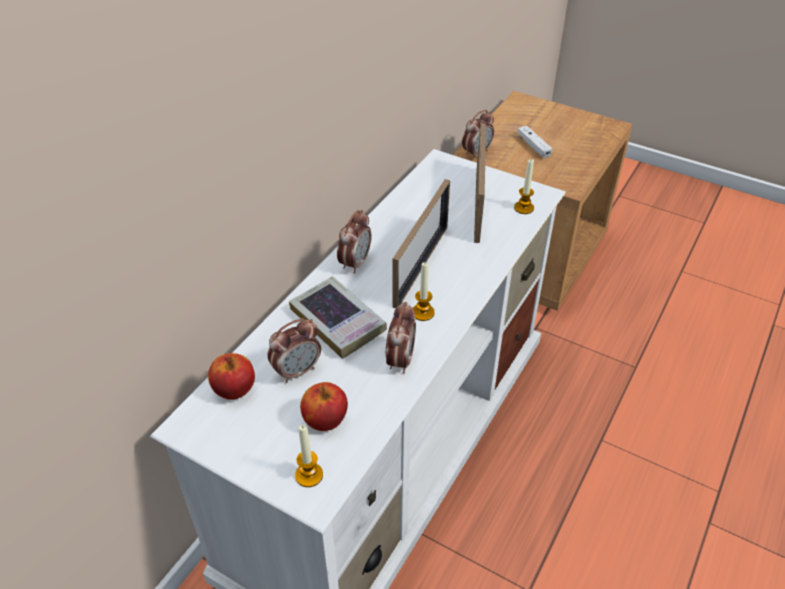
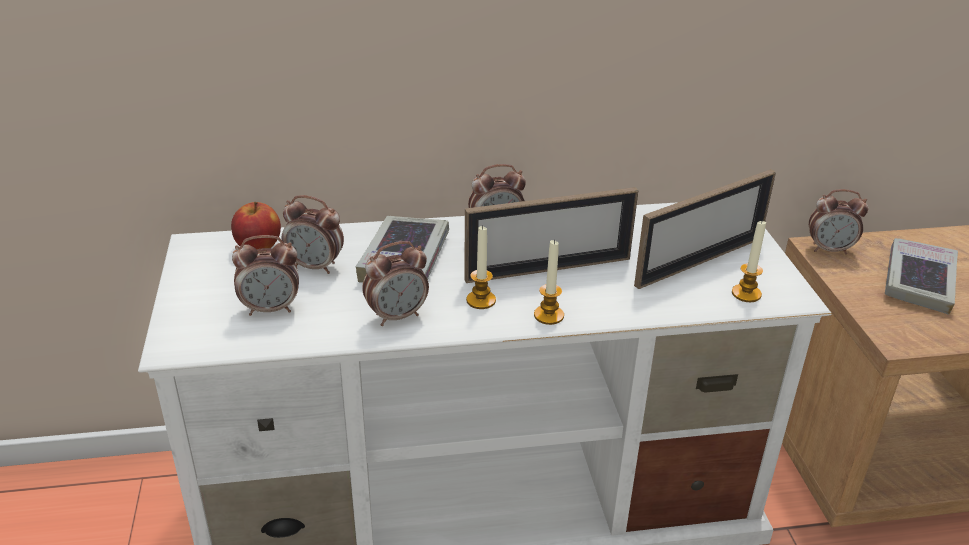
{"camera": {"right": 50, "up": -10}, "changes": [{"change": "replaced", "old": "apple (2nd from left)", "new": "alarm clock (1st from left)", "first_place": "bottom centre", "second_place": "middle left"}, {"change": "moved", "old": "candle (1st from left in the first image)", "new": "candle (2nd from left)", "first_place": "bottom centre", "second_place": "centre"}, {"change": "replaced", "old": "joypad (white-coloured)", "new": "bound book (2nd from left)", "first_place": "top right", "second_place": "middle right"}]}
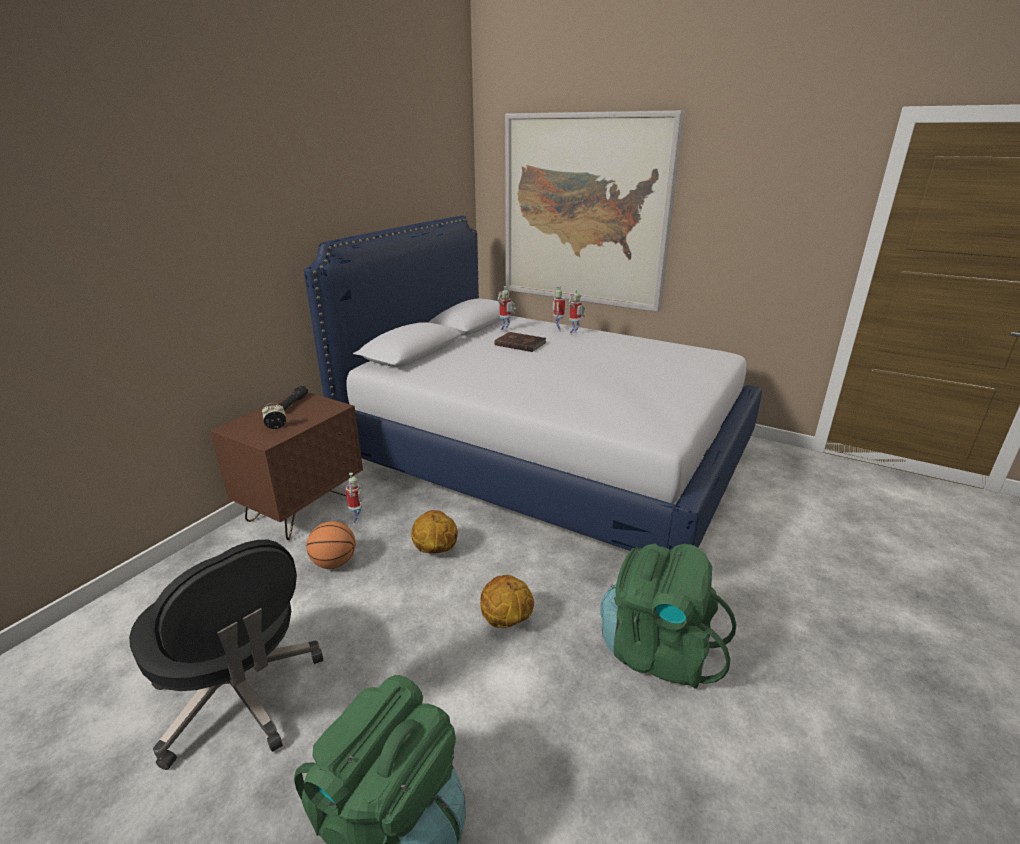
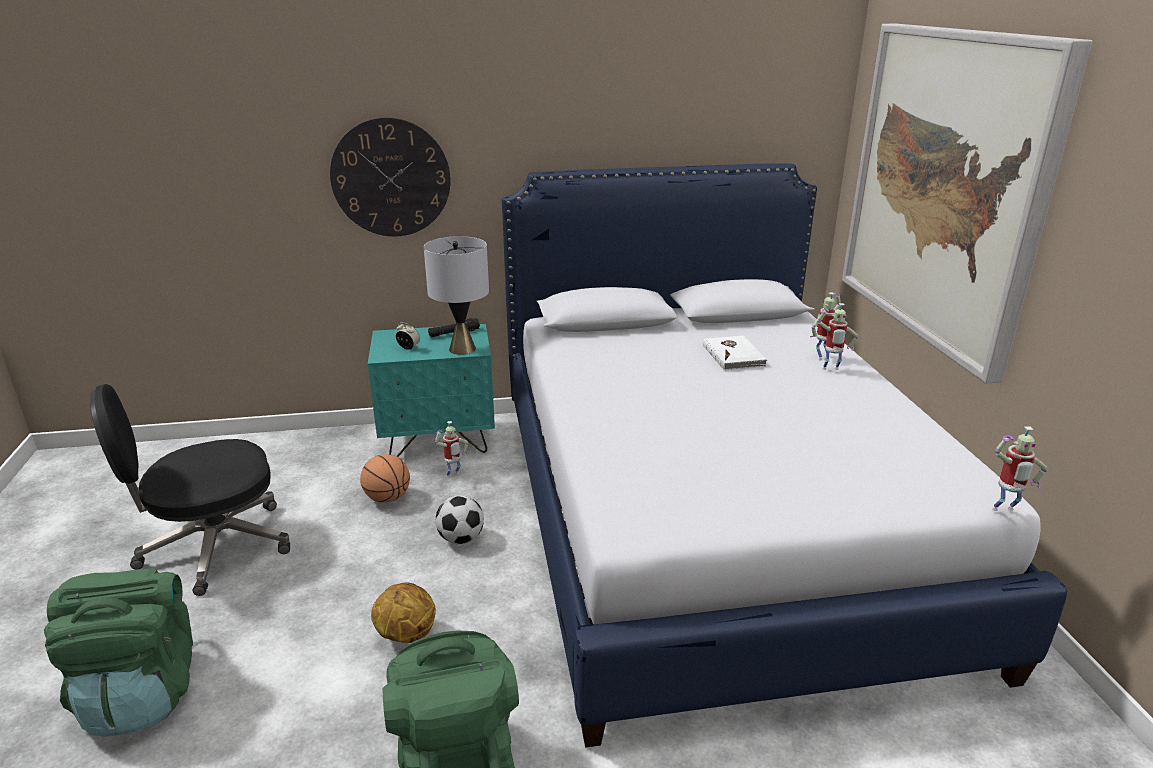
{"camera": {"right": 50, "up": 0}, "changes": [{"change": "turned", "old": "desk chair (black-coloured)", "first_place": "bottom left", "second_place": "middle left", "degrees": 60}, {"change": "added", "new": "wall clock", "second_place": "top centre"}, {"change": "recoloured", "old": "nightstand (brown)", "new": "nightstand (turquoise-coloured)", "first_place": "middle left", "second_place": "centre"}, {"change": "added", "new": "tabletop lamp (greyish)", "second_place": "centre"}, {"change": "replaced", "old": "ball for basketball (2nd from left)", "new": "ball for football", "first_place": "centre", "second_place": "bottom centre"}, {"change": "recoloured", "old": "bound book (brown)", "new": "bound book (white-coloured)", "first_place": "centre", "second_place": "centre"}, {"change": "moved", "old": "model robot (2nd from left in the first image)", "new": "model robot (4th from left)", "first_place": "centre", "second_place": "middle right"}]}
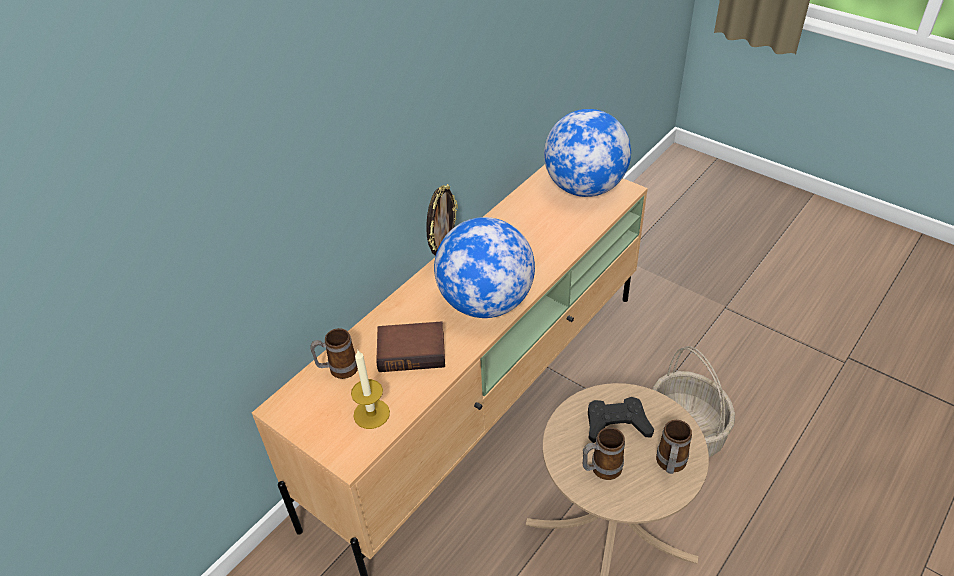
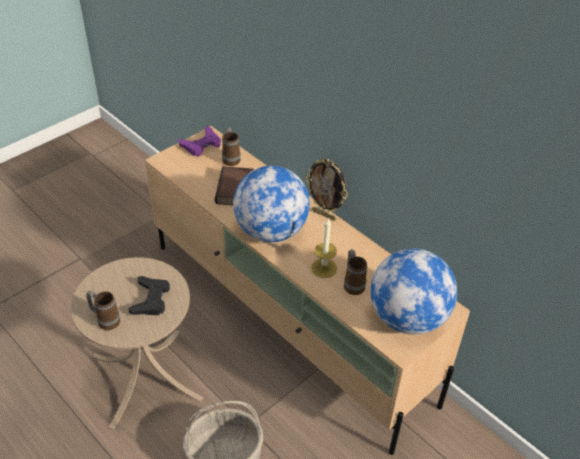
{"camera": {"right": 95, "up": 0}, "changes": [{"change": "added", "new": "joypad (purple-coloured)", "second_place": "top centre"}, {"change": "moved", "old": "candle", "first_place": "bottom centre", "second_place": "centre"}, {"change": "moved", "old": "tea mug (2nd from left in the first image)", "new": "tea mug (3rd from left)", "first_place": "bottom centre", "second_place": "centre"}]}
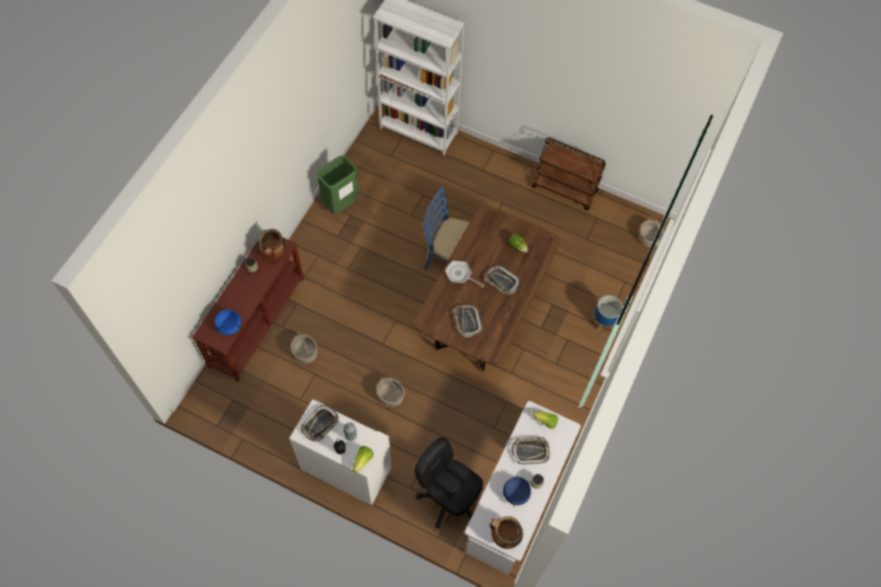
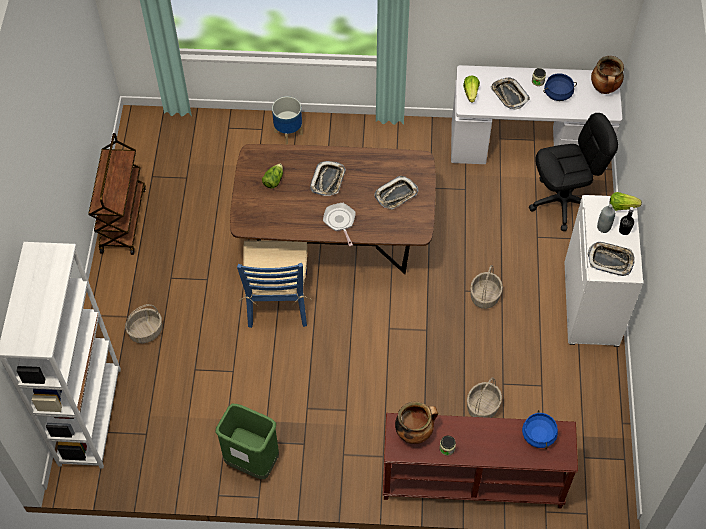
{"camera": {"right": -110, "up": -5}, "changes": [{"change": "moved", "old": "basket (3rd from left in the first image)", "new": "basket (1st from left)", "first_place": "middle right", "second_place": "middle left"}, {"change": "turned", "old": "pan", "first_place": "centre", "second_place": "centre", "degrees": 150}, {"change": "turned", "old": "desk chair (black-coloured)", "first_place": "bottom centre", "second_place": "top right", "degrees": -120}]}
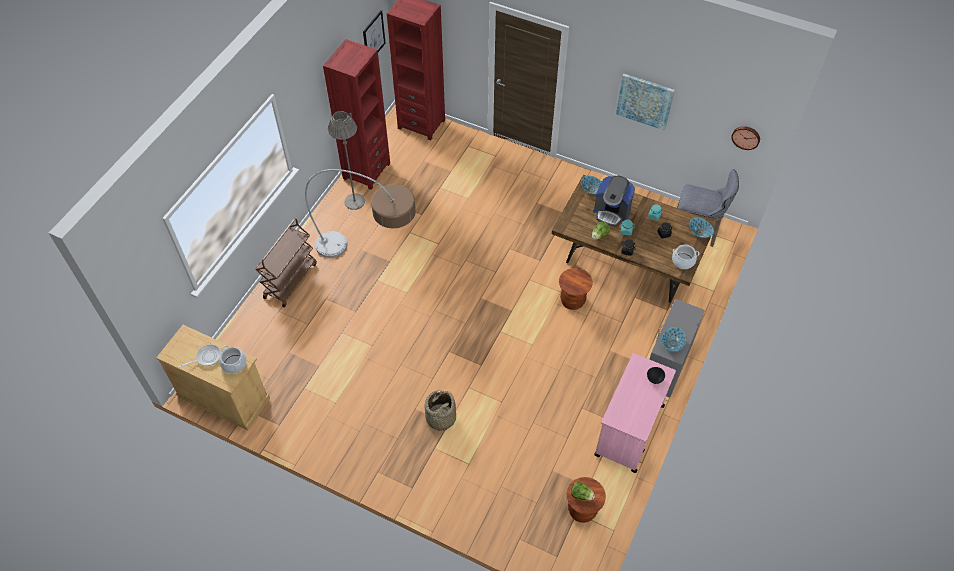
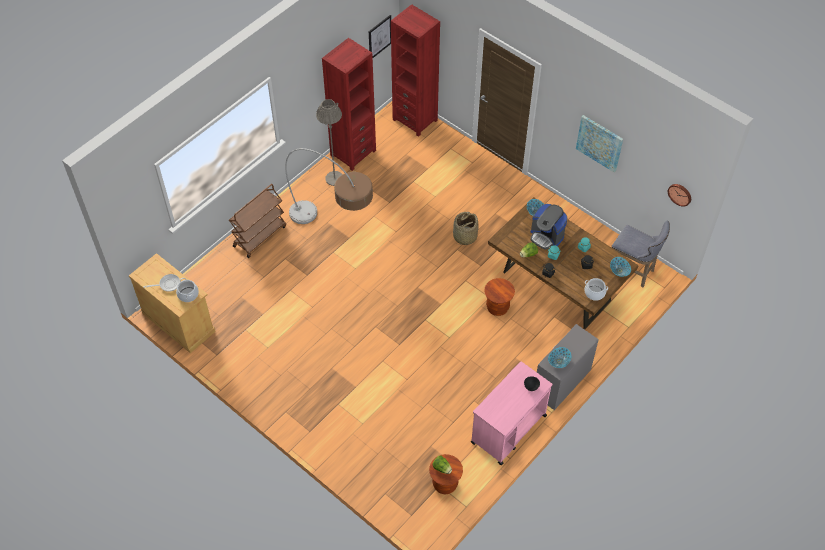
{"camera": {"right": 15, "up": 0}, "changes": [{"change": "moved", "old": "basket", "first_place": "bottom centre", "second_place": "centre"}]}
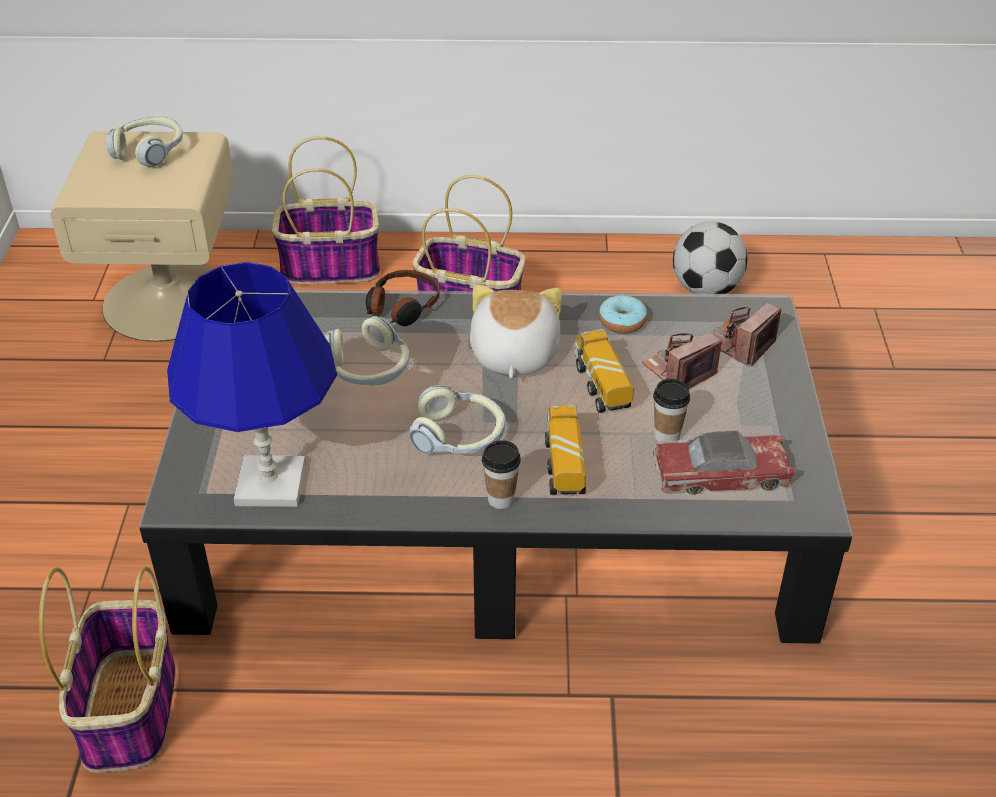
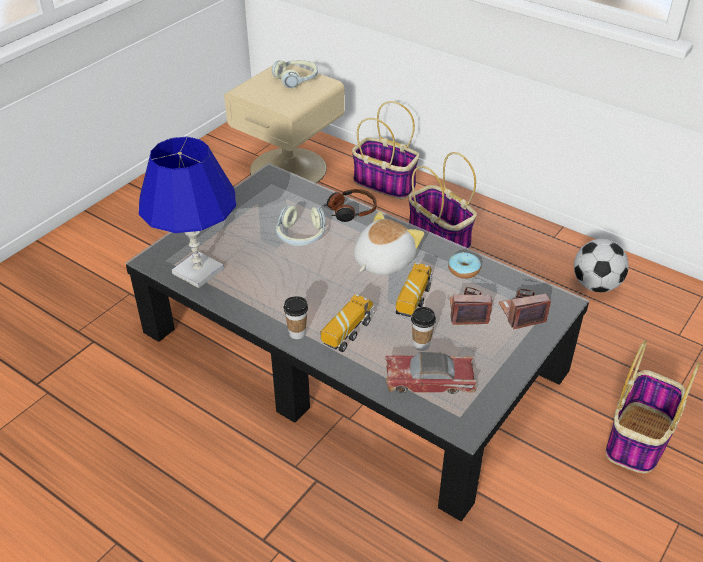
{"camera": {"right": 35, "up": 0}, "changes": [{"change": "turned", "old": "miniature car", "first_place": "middle right", "second_place": "centre", "degrees": 150}, {"change": "moved", "old": "basket (1st from left in the first image)", "new": "basket (3rd from left)", "first_place": "bottom left", "second_place": "bottom right"}, {"change": "removed", "old": "headset (4th from left)", "first_place": "centre"}]}
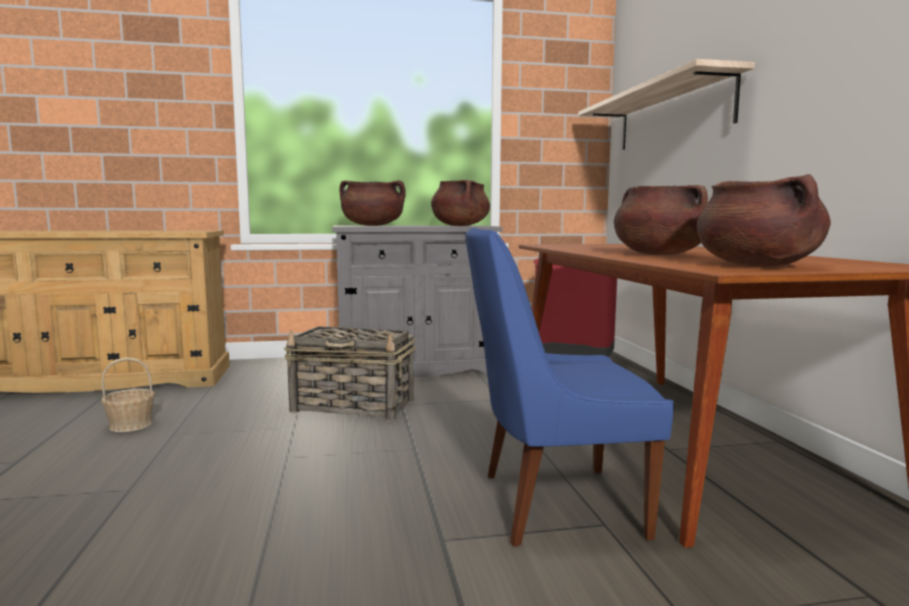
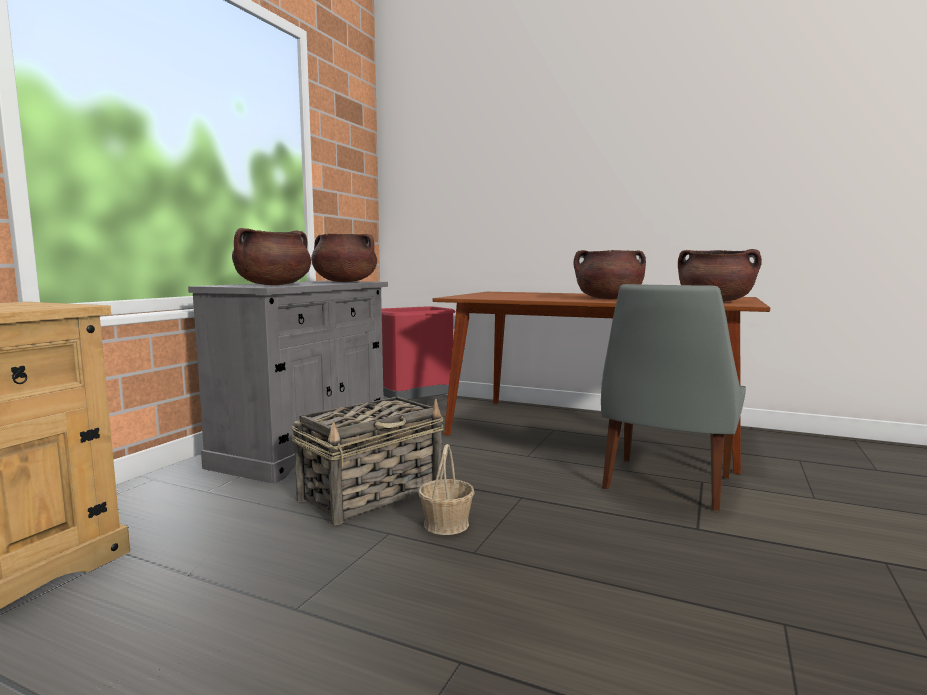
{"camera": {"right": -55, "up": 0}, "changes": [{"change": "moved", "old": "basket (1st from left in the first image)", "new": "basket (2nd from left)", "first_place": "middle left", "second_place": "bottom centre"}, {"change": "recoloured", "old": "upright chair (blue-coloured)", "new": "upright chair (greyish)", "first_place": "centre", "second_place": "middle right"}, {"change": "removed", "old": "shelf", "first_place": "top right"}]}
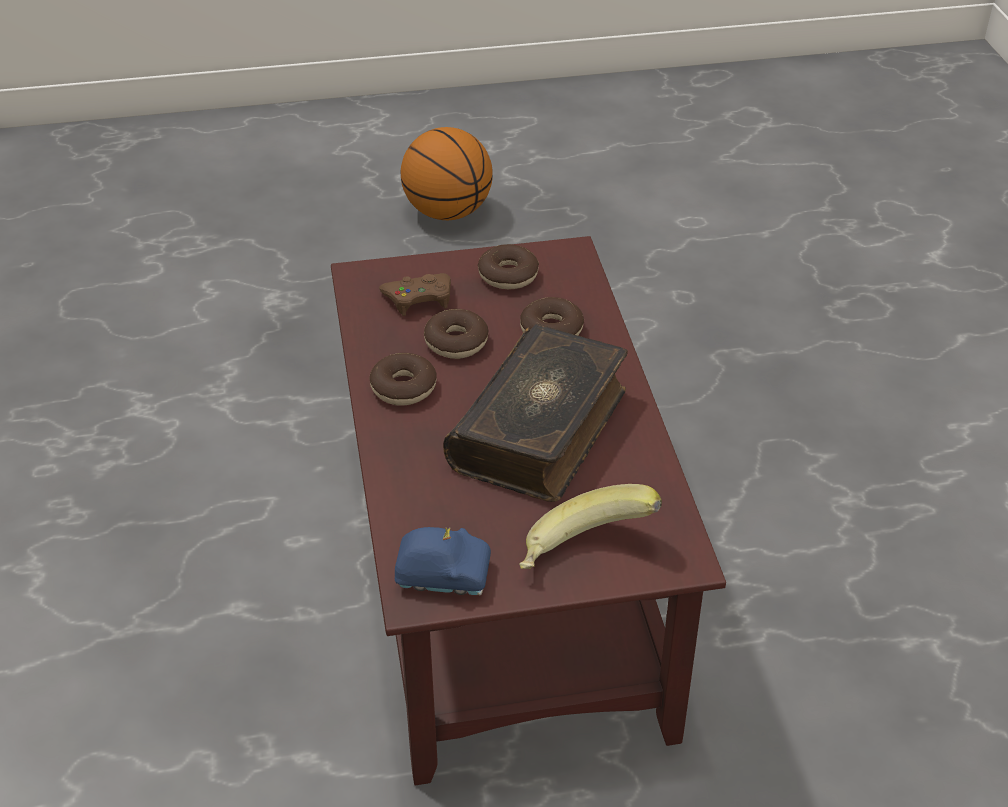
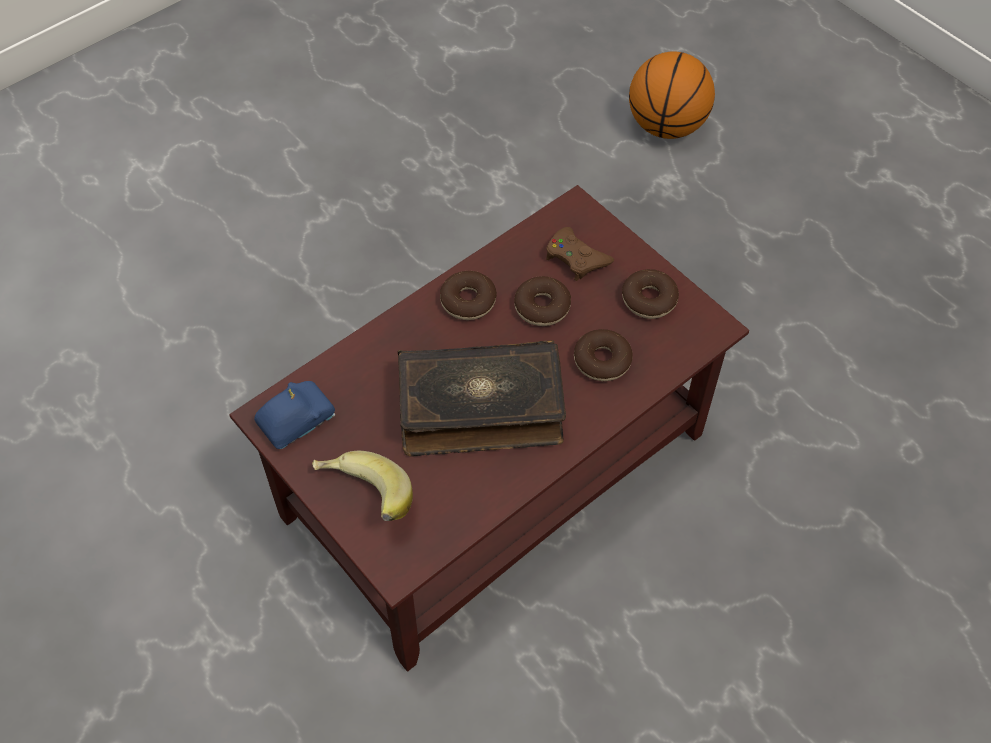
{"camera": {"right": 60, "up": 15}, "changes": [{"change": "turned", "old": "miniature car (blue-coloured)", "first_place": "bottom centre", "second_place": "middle left", "degrees": -105}, {"change": "moved", "old": "ball for basketball", "first_place": "top centre", "second_place": "top right"}]}
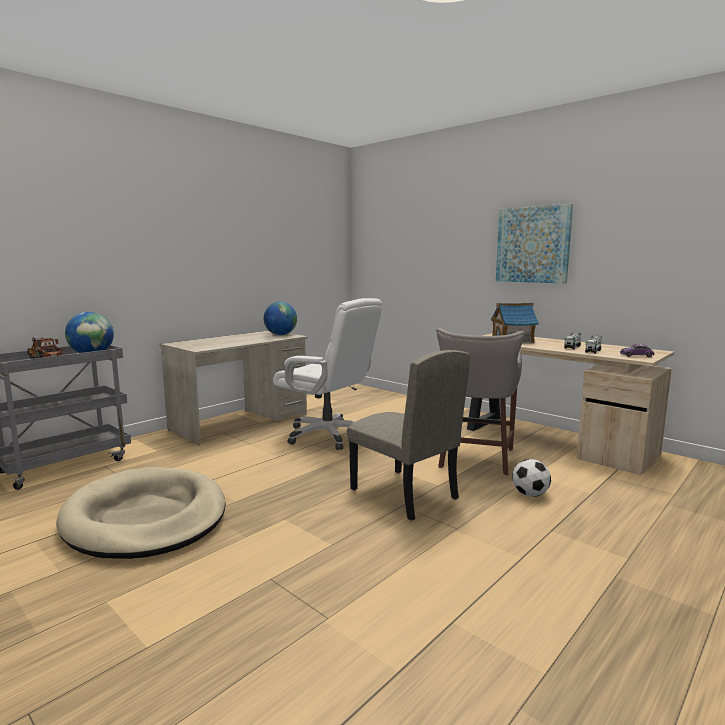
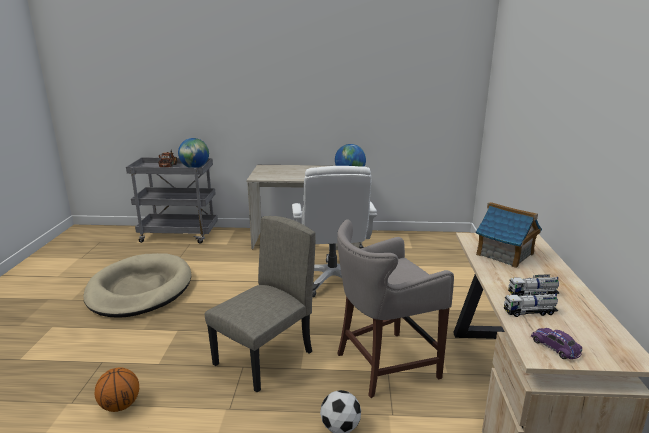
{"camera": {"right": 50, "up": 10}, "changes": [{"change": "added", "new": "ball for basketball", "second_place": "bottom left"}, {"change": "turned", "old": "upright chair (beige-coloured)", "first_place": "centre", "second_place": "bottom centre", "degrees": -150}, {"change": "removed", "old": "wall art", "first_place": "middle right"}]}
